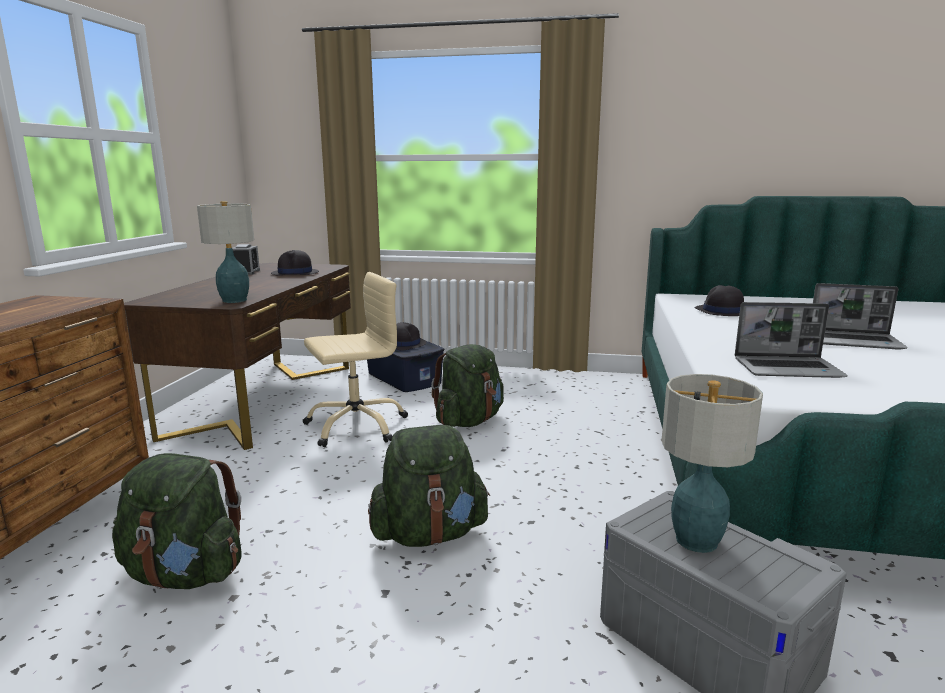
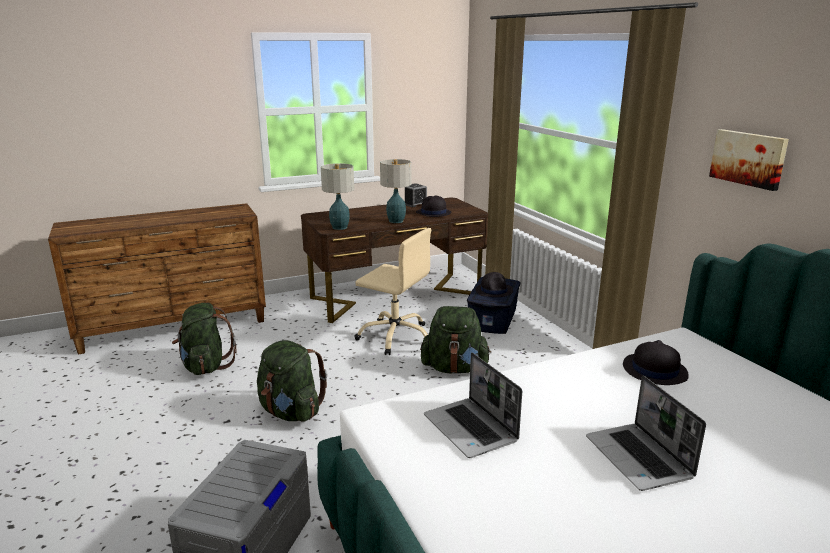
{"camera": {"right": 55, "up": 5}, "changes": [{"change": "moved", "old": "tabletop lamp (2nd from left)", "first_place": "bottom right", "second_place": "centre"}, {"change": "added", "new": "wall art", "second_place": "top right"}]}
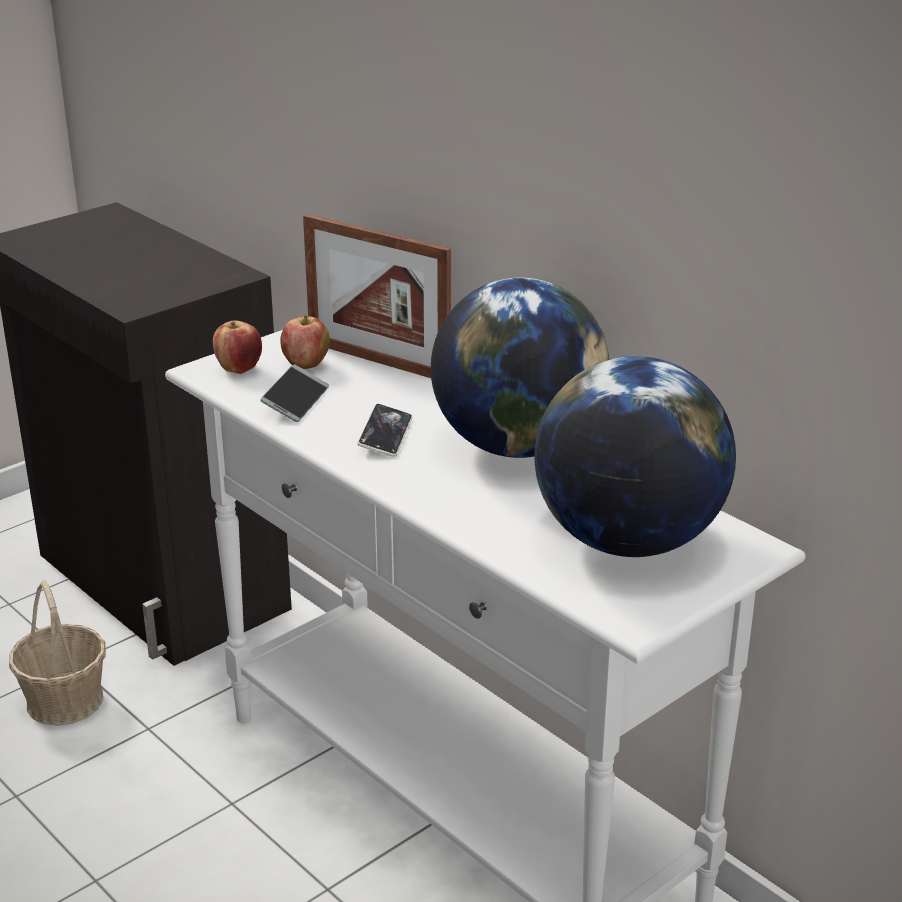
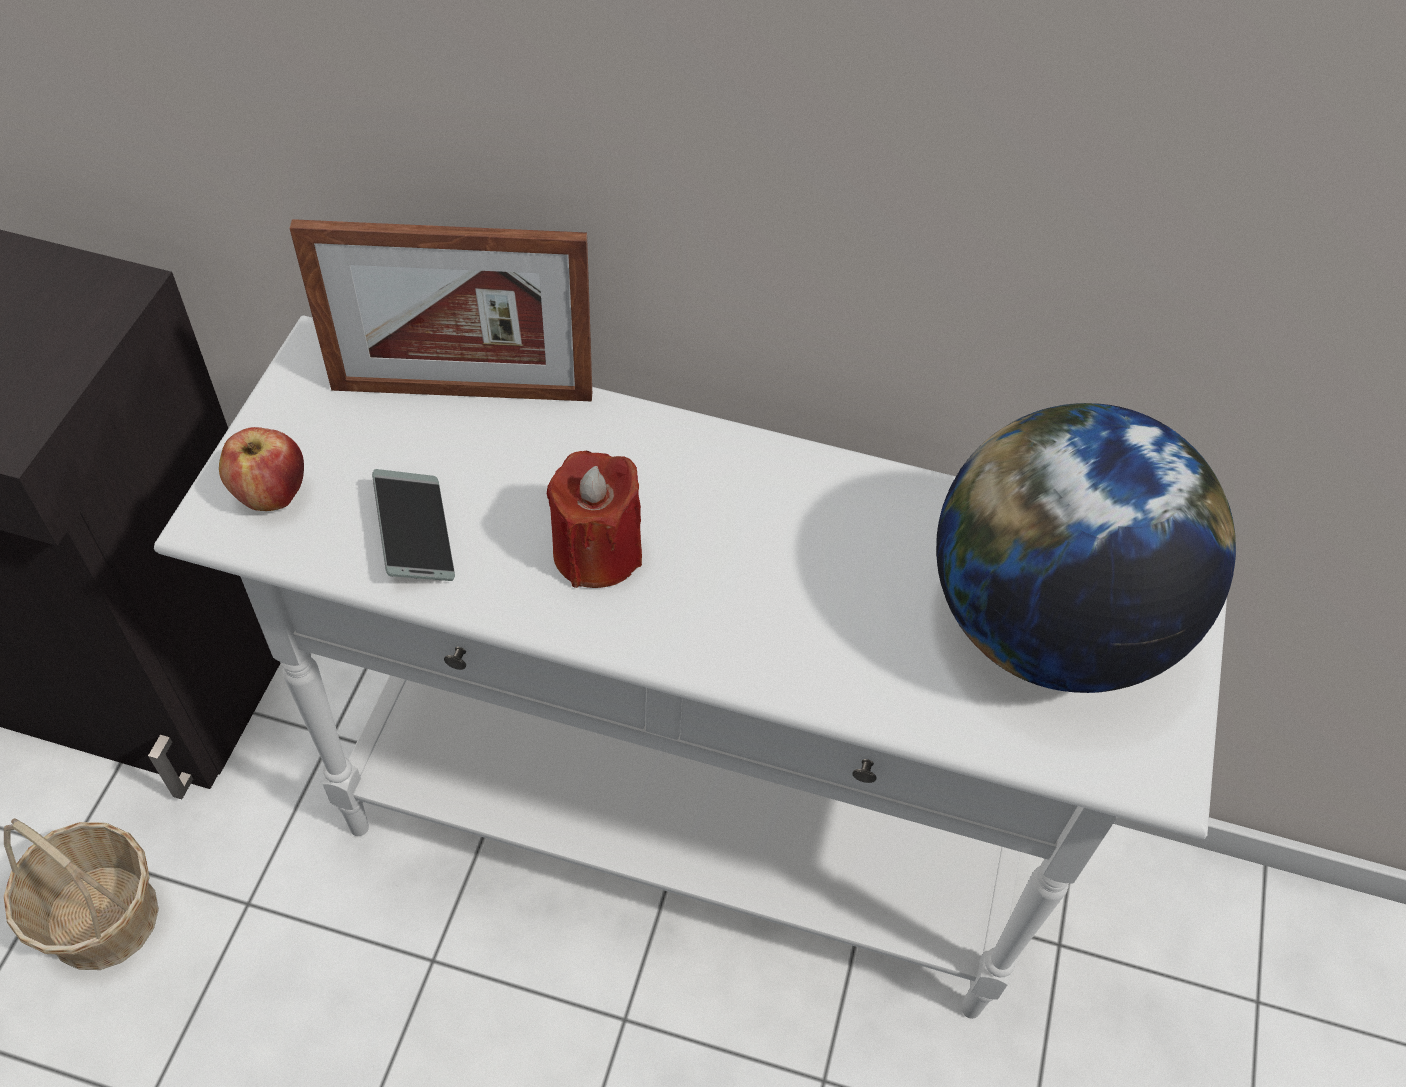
{"camera": {"right": -35, "up": 25}, "changes": [{"change": "replaced", "old": "phone (2nd from left)", "new": "candle (reddish)", "first_place": "centre", "second_place": "centre"}, {"change": "removed", "old": "apple (2nd from left)", "first_place": "centre"}, {"change": "removed", "old": "desk globe (1st from left)", "first_place": "centre"}]}
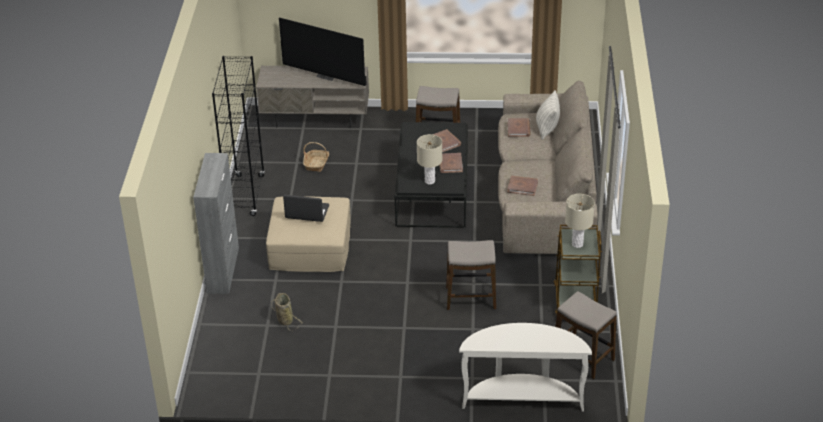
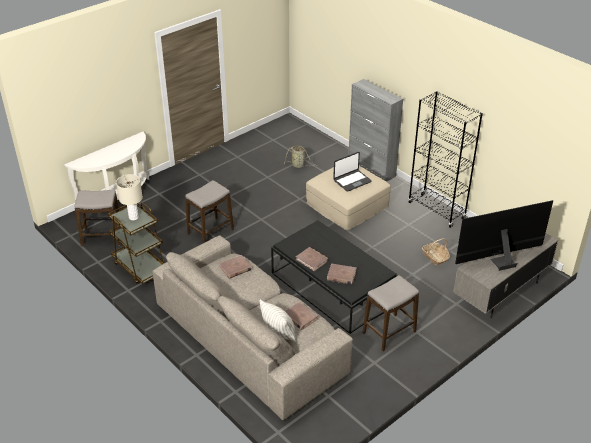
{"camera": {"right": 135, "up": 0}, "changes": [{"change": "removed", "old": "tabletop lamp (beige-coloured) (1st from left)", "first_place": "centre"}]}
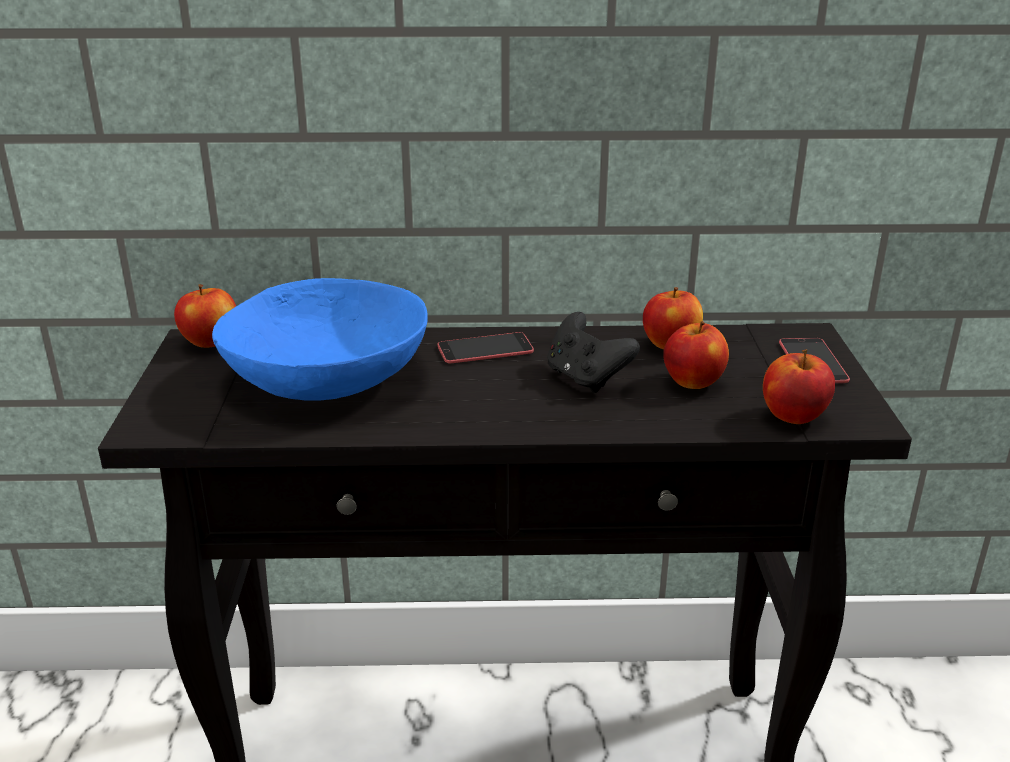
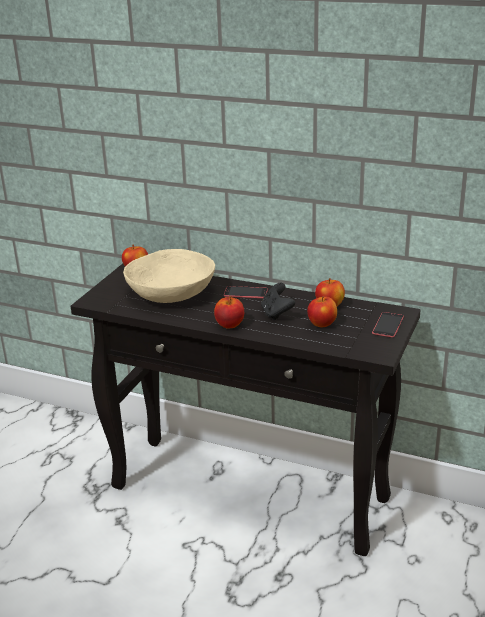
{"camera": {"right": 25, "up": 0}, "changes": [{"change": "recoloured", "old": "bowl (blue-coloured)", "new": "bowl (beige-coloured)", "first_place": "middle left", "second_place": "centre"}, {"change": "moved", "old": "apple (4th from left in the first image)", "new": "apple (2nd from left)", "first_place": "middle right", "second_place": "centre"}]}
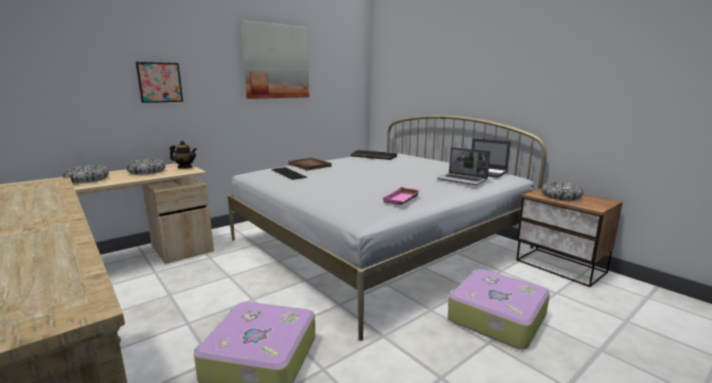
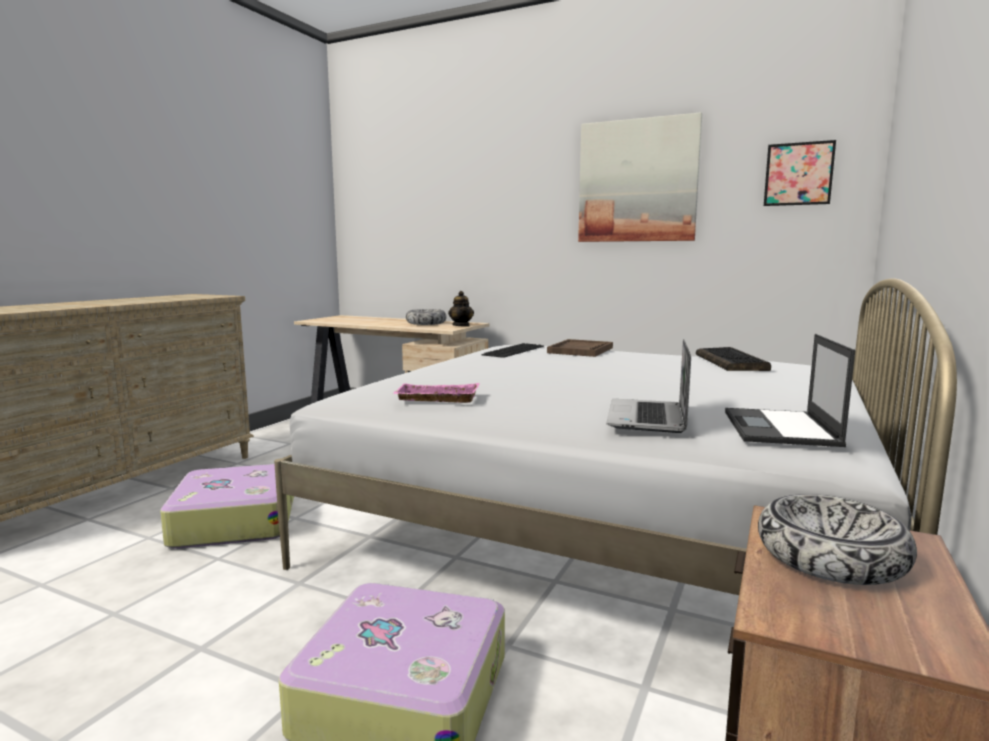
{"camera": {"right": 65, "up": -5}, "changes": [{"change": "moved", "old": "wall art (1st from left in the first image)", "new": "wall art (2nd from left)", "first_place": "top left", "second_place": "top right"}, {"change": "removed", "old": "bowl (1st from left)", "first_place": "middle left"}]}
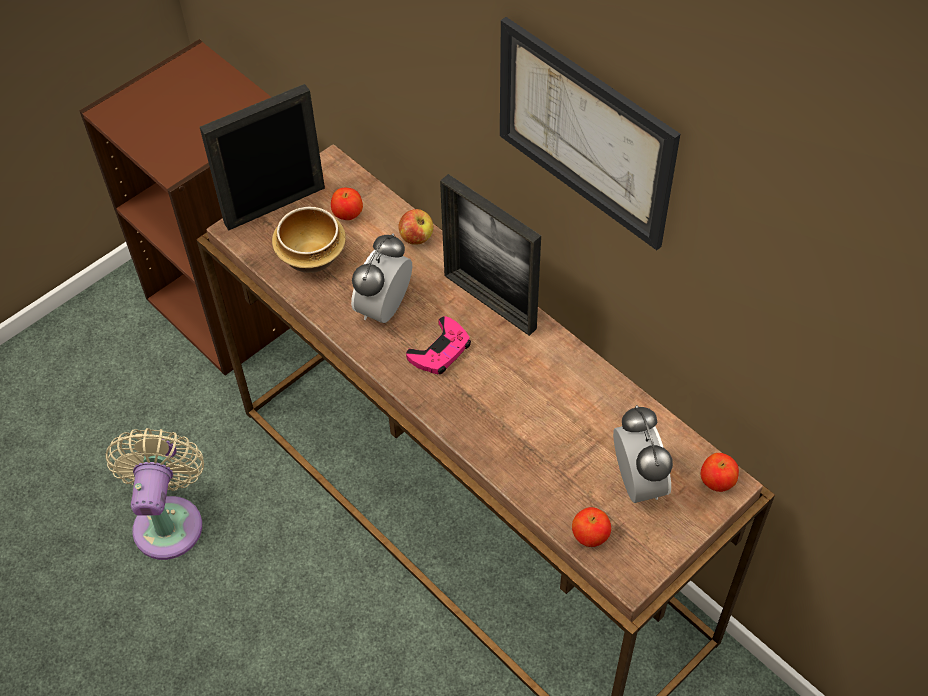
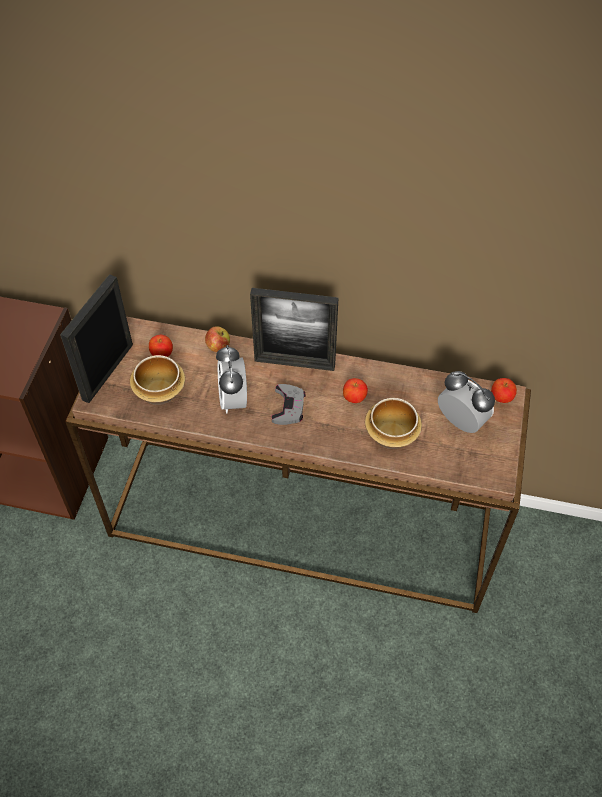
{"camera": {"right": -35, "up": 0}, "changes": [{"change": "recoloured", "old": "joypad (pink-coloured)", "new": "joypad (greyish)", "first_place": "centre", "second_place": "centre"}, {"change": "moved", "old": "apple (3rd from left)", "first_place": "bottom centre", "second_place": "centre"}, {"change": "added", "new": "bowl (2nd from left)", "second_place": "centre"}, {"change": "removed", "old": "fan (beige-coloured)", "first_place": "bottom left"}, {"change": "removed", "old": "wall art", "first_place": "top centre"}]}
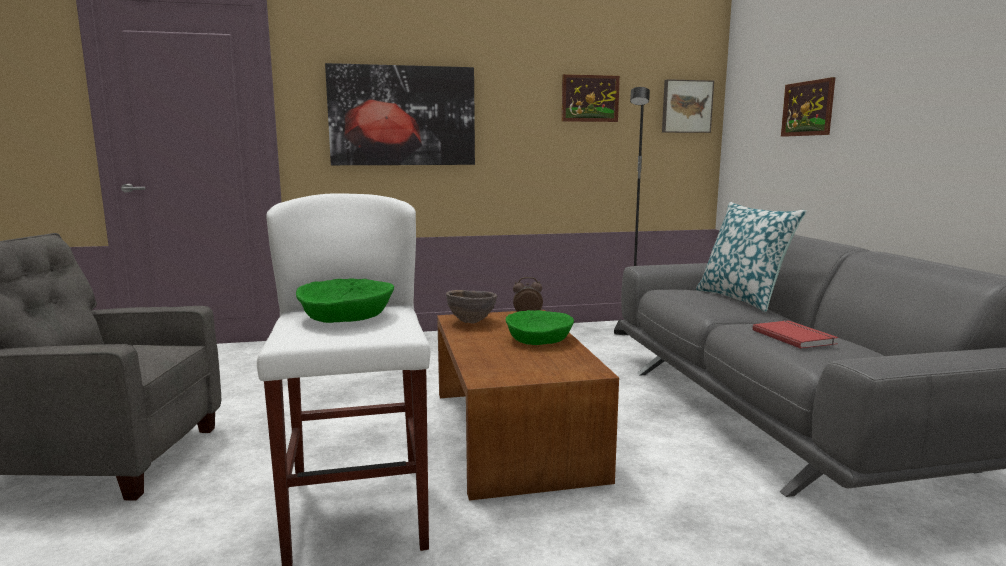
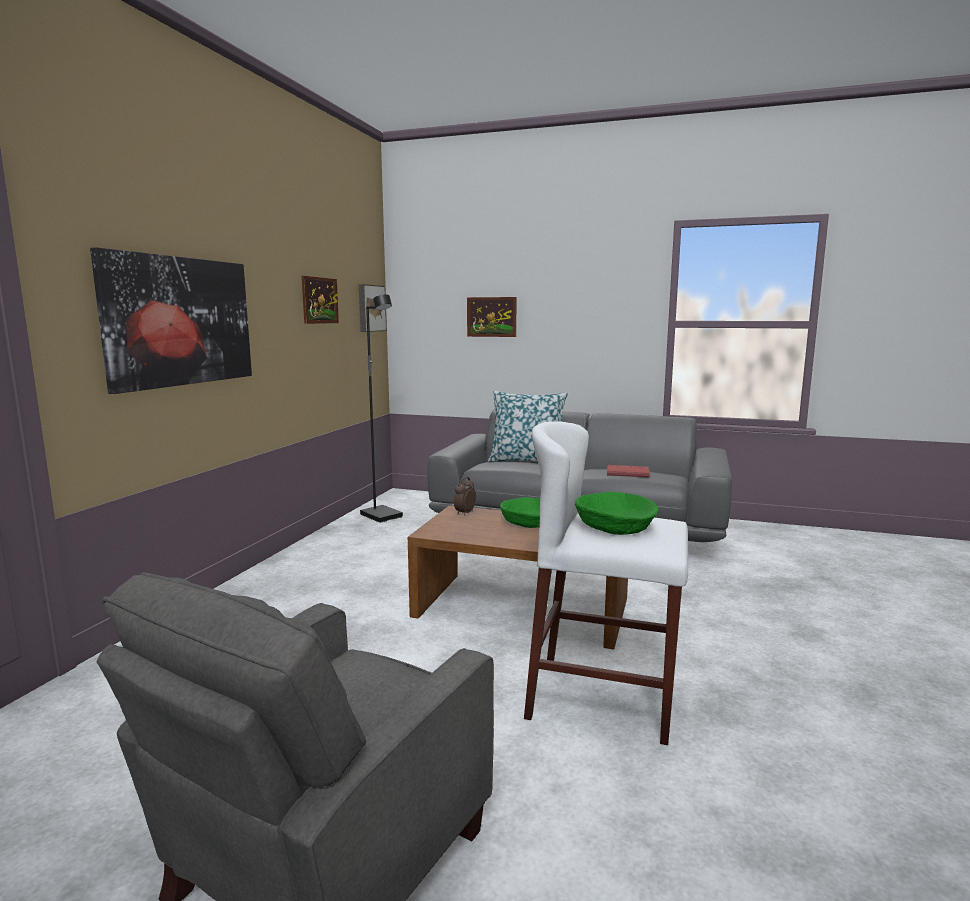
{"camera": {"right": -60, "up": 0}, "changes": [{"change": "removed", "old": "bowl (brown)", "first_place": "centre"}]}
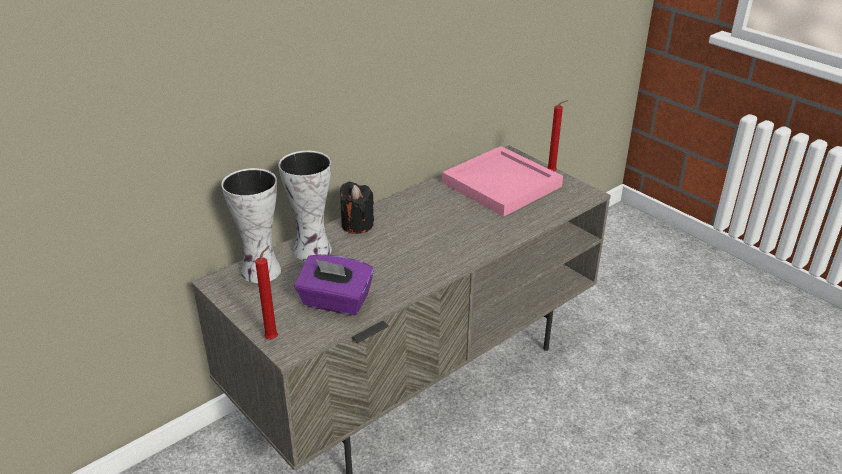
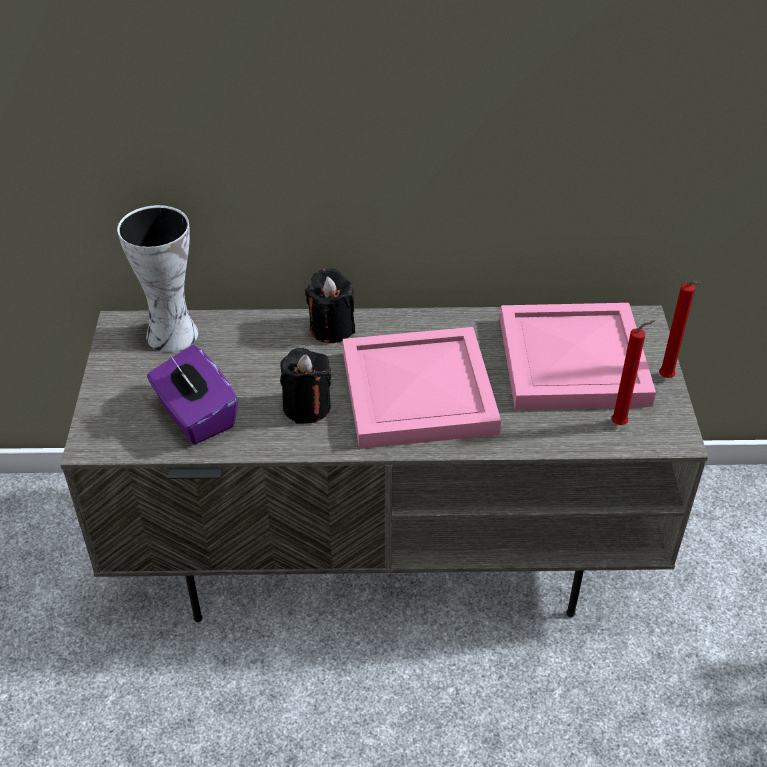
{"camera": {"right": 40, "up": 10}, "changes": [{"change": "added", "new": "candle (black-coloured) (1st from left)", "second_place": "centre"}, {"change": "added", "new": "carrying tray (pink-coloured) (1st from left)", "second_place": "centre"}, {"change": "moved", "old": "candle (reddish) (1st from left)", "first_place": "middle left", "second_place": "middle right"}, {"change": "removed", "old": "vase (2nd from left)", "first_place": "centre"}]}
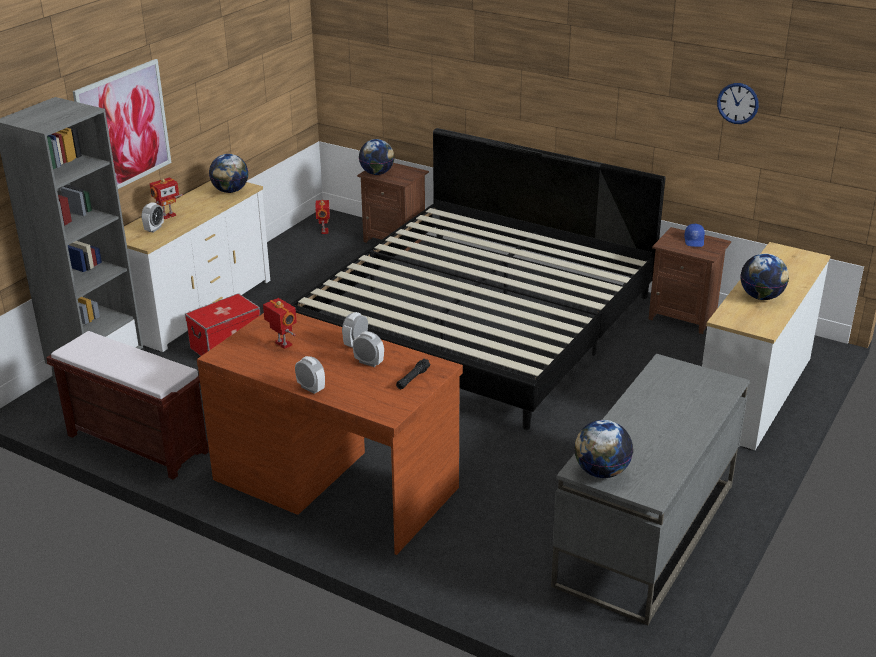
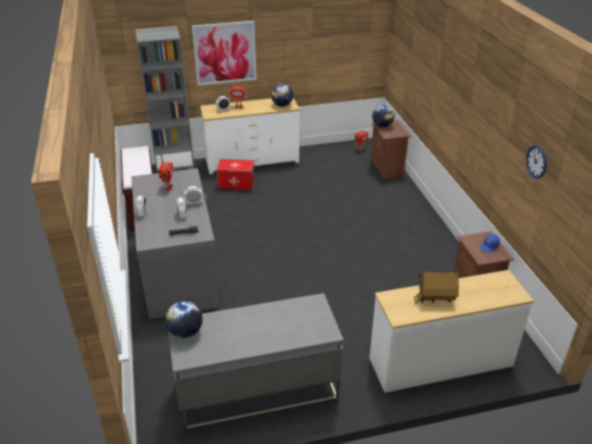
{"camera": {"right": 45, "up": 5}, "changes": [{"change": "recoloured", "old": "desk unit (brown)", "new": "desk unit (greyish) (1st from left)", "first_place": "centre", "second_place": "middle left"}, {"change": "replaced", "old": "desk globe (4th from left)", "new": "toy house", "first_place": "middle right", "second_place": "middle right"}, {"change": "removed", "old": "bedroom bed", "first_place": "centre"}]}
